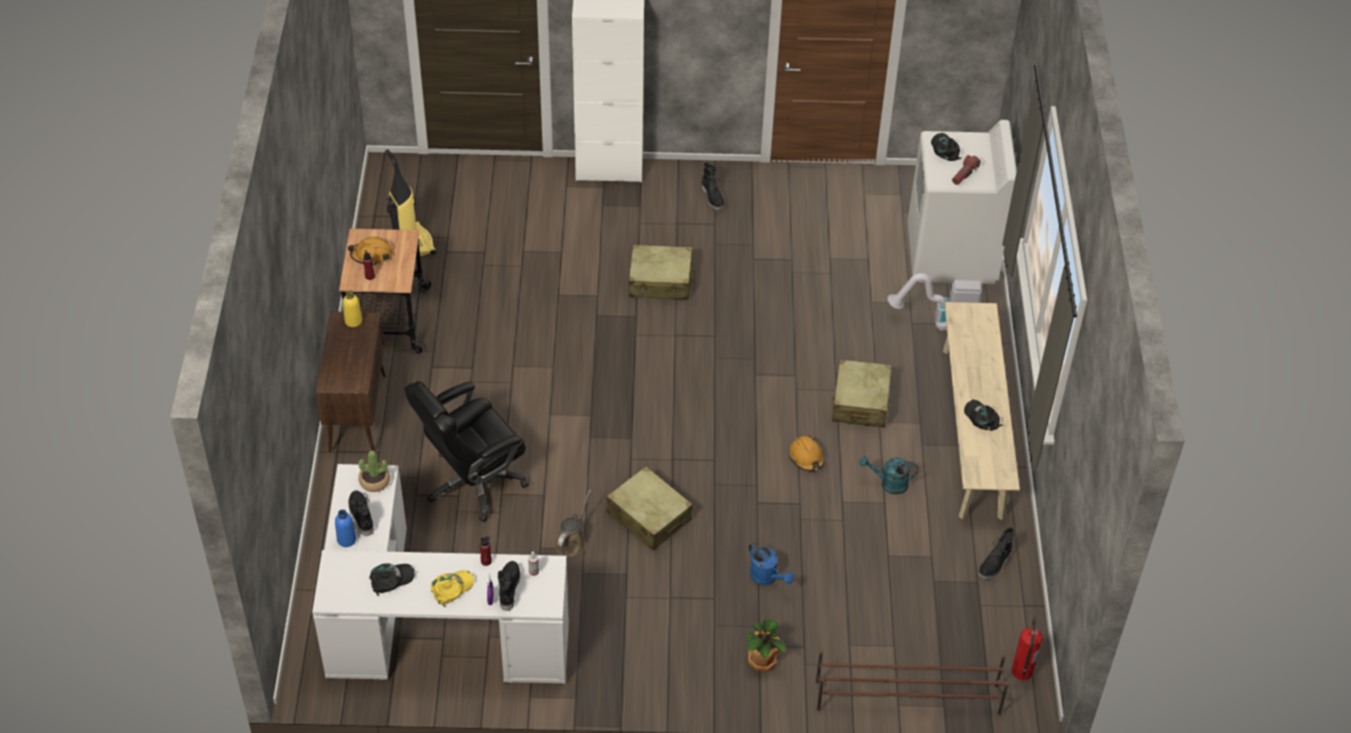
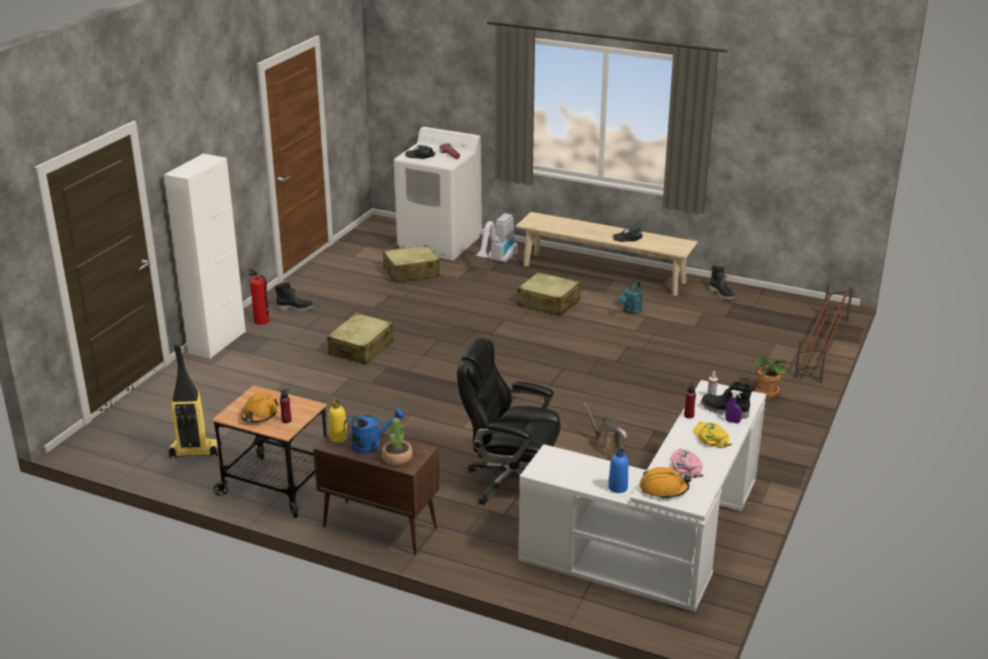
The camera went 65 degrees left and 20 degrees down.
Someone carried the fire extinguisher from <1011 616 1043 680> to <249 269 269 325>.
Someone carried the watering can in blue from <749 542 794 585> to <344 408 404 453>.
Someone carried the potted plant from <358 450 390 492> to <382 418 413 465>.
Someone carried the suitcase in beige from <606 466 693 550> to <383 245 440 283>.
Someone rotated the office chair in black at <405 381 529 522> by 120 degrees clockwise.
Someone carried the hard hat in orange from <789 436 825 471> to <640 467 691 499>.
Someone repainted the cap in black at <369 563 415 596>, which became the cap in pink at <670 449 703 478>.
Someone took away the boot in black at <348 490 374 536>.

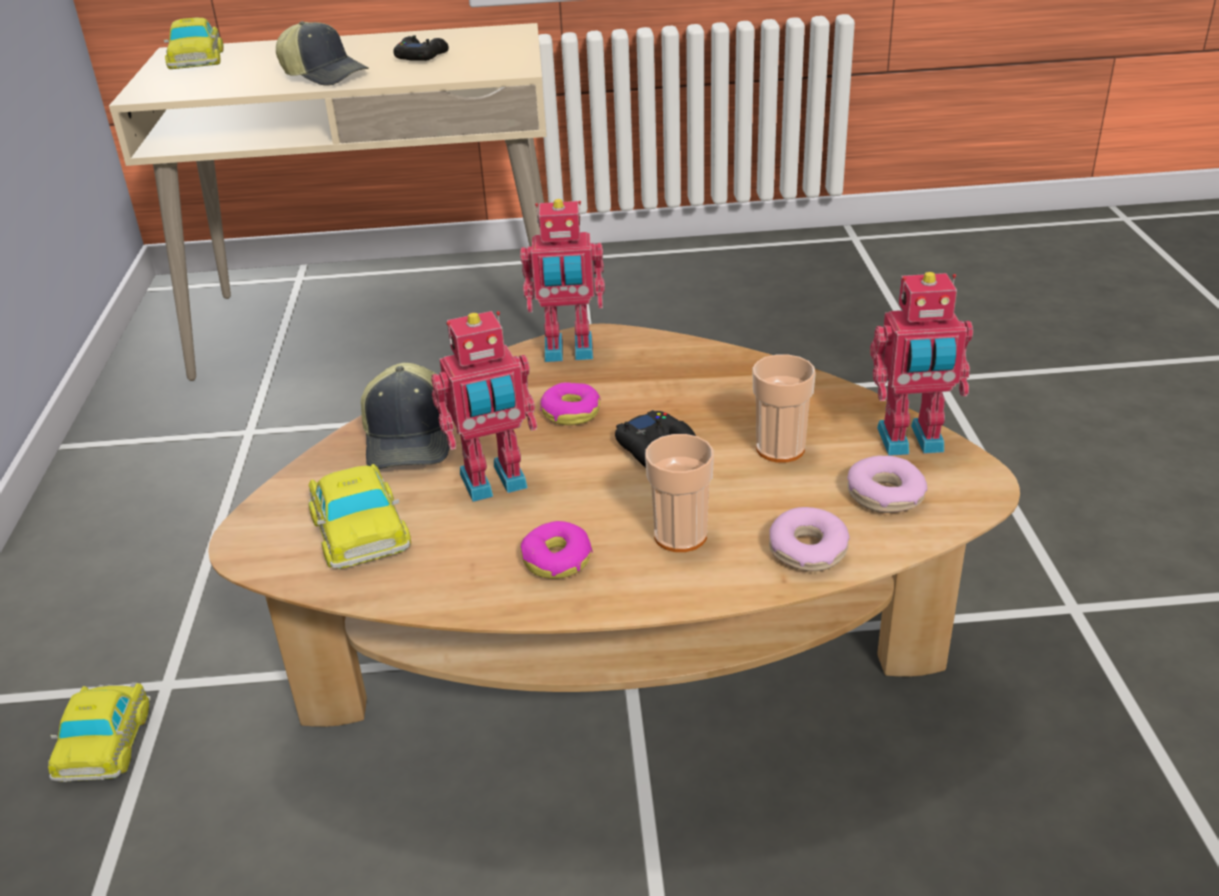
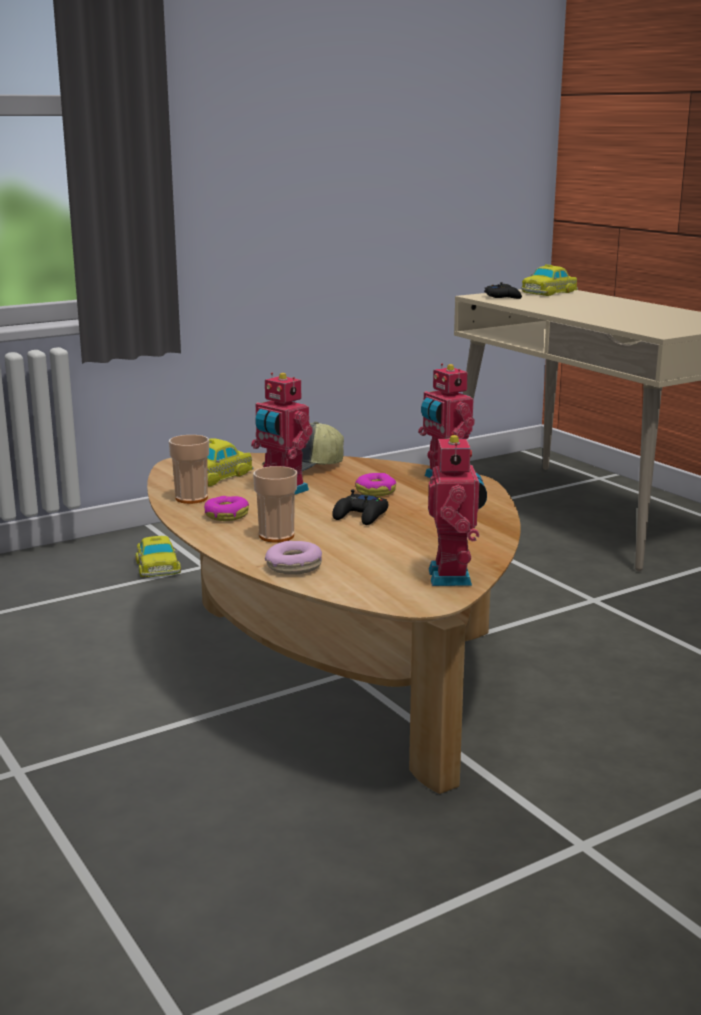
The camera went 60 degrees right and 15 degrees down.
Someone rotated the toy car at <48 683 151 782> by 75 degrees counterclockwise.
Someone carried the cup from <753 354 816 463> to <169 435 209 504>.
Someone rotated the toy robot at <870 272 973 456> by 150 degrees counterclockwise.
Someone carried the game controller in black from <393 35 449 61> to <484 282 522 299>.
Someone took away the cap at <276 21 369 86>.
Someone took away the donut at <847 455 927 513>.

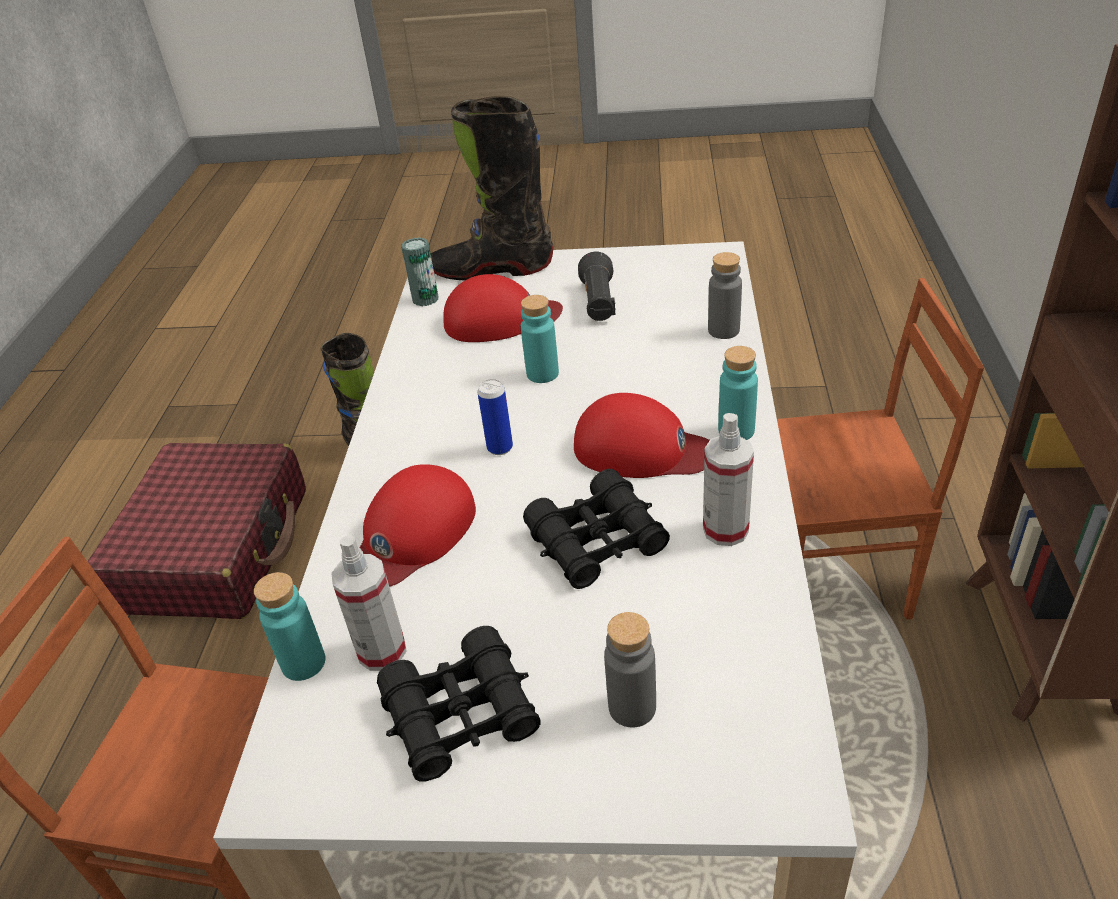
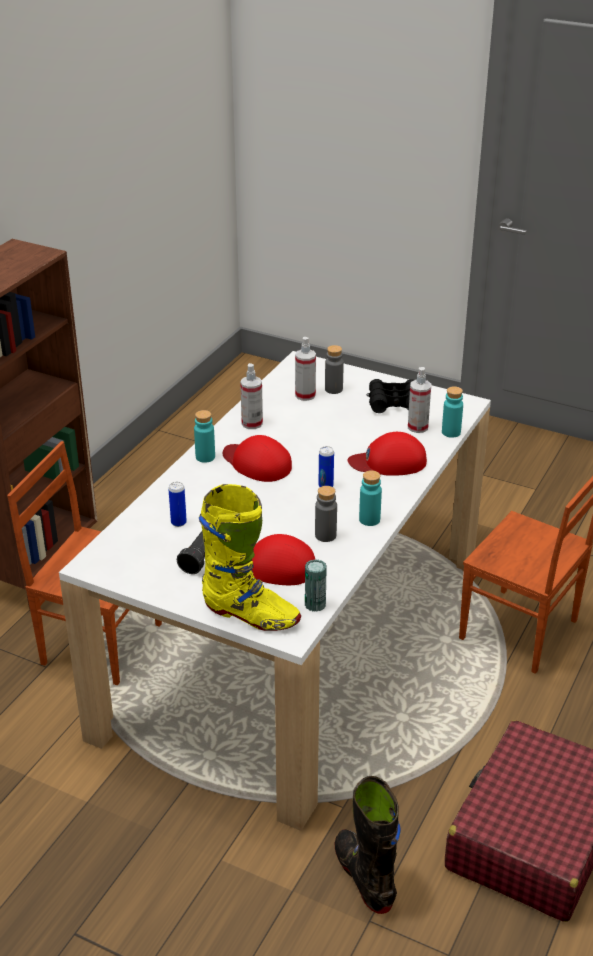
The camera went 160 degrees left and 5 degrees down.
Someone put down the can at <168 482 187 527>.
Someone repainted the boot in black at <431 96 554 280>, which became the boot in yellow at <199 484 301 631>.
Someone put down the spray bottle at <295 337 316 401>.
Someone carried the bottle in grey from <708 252 742 339> to <315 486 337 542>.
Someone rotated the cap in red at <360 464 476 587> by 150 degrees counterclockwise.
Someone carried the bottle in turquoise from <521 295 559 383> to <359 470 382 526>.
Someone took away the binoculars in black at <523 469 670 589>.

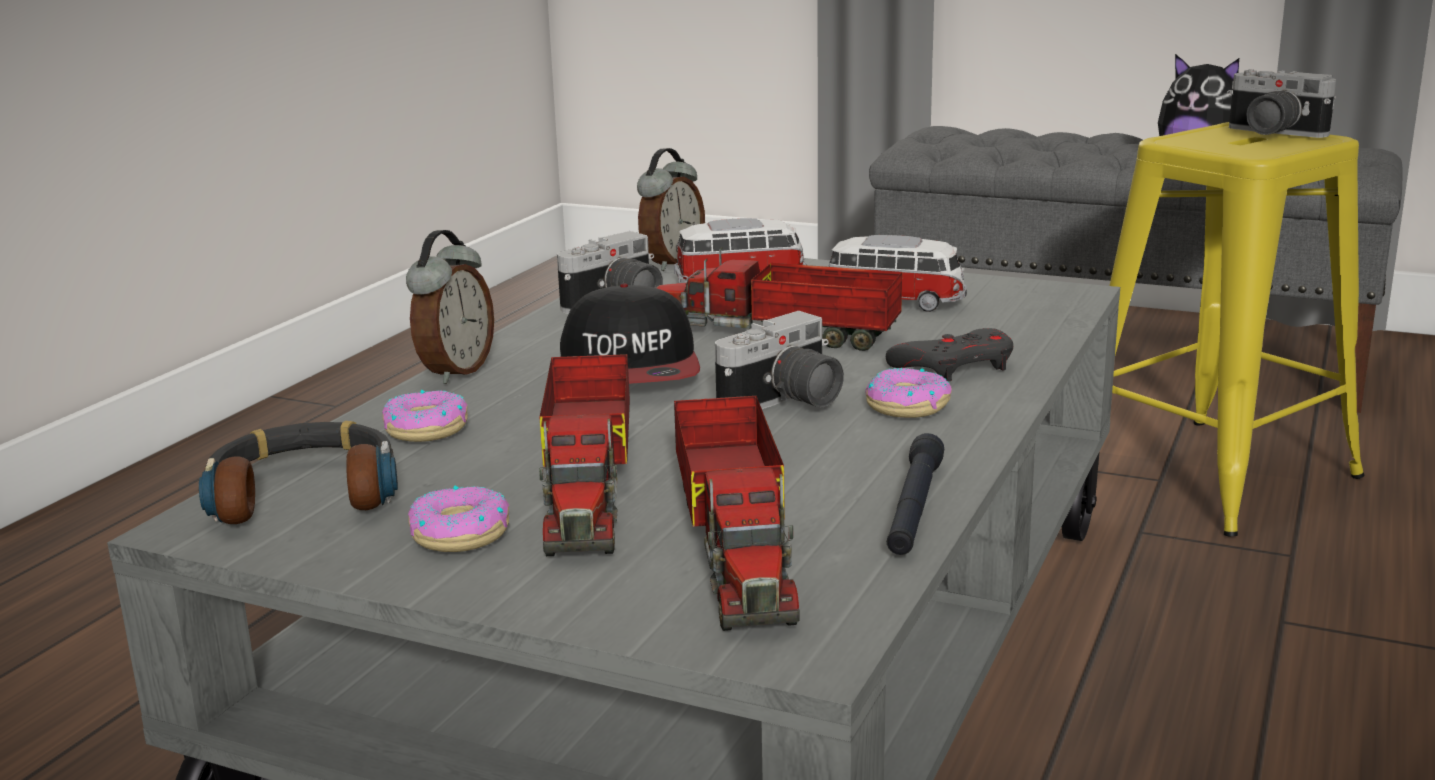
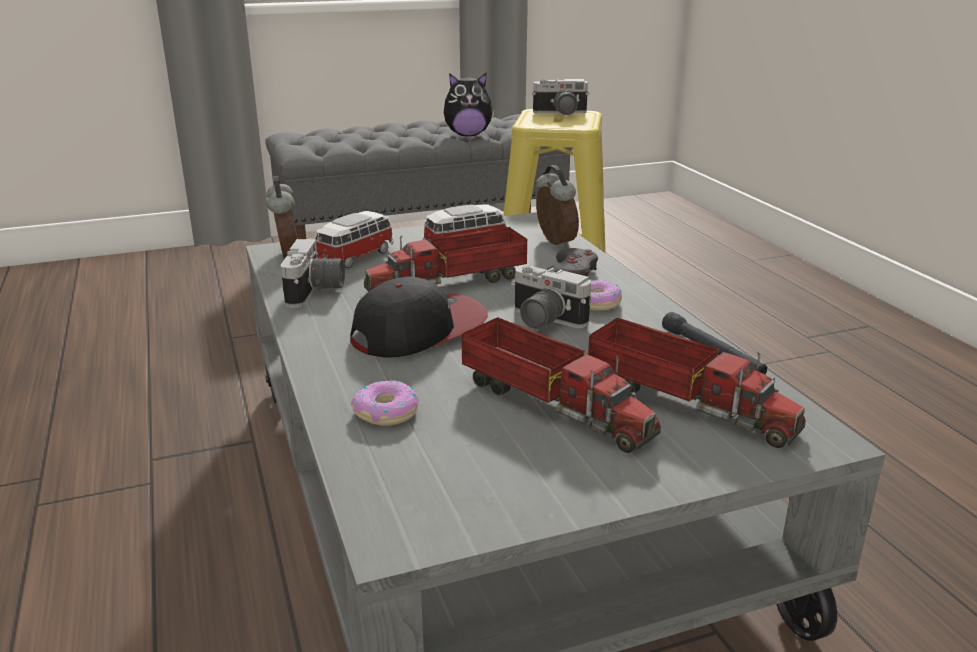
The camera went 45 degrees left and 5 degrees up.
Someone rotated the cap at <560 284 700 384> by 75 degrees counterclockwise.
Someone rotated the photo camera at <715 311 844 409> by 120 degrees clockwise.
Someone carried the alarm clock from <406 230 494 384> to <536 165 579 248>.
Someone took away the headphones at <199 421 398 524>.
Someone took away the donut at <408 486 509 552>.

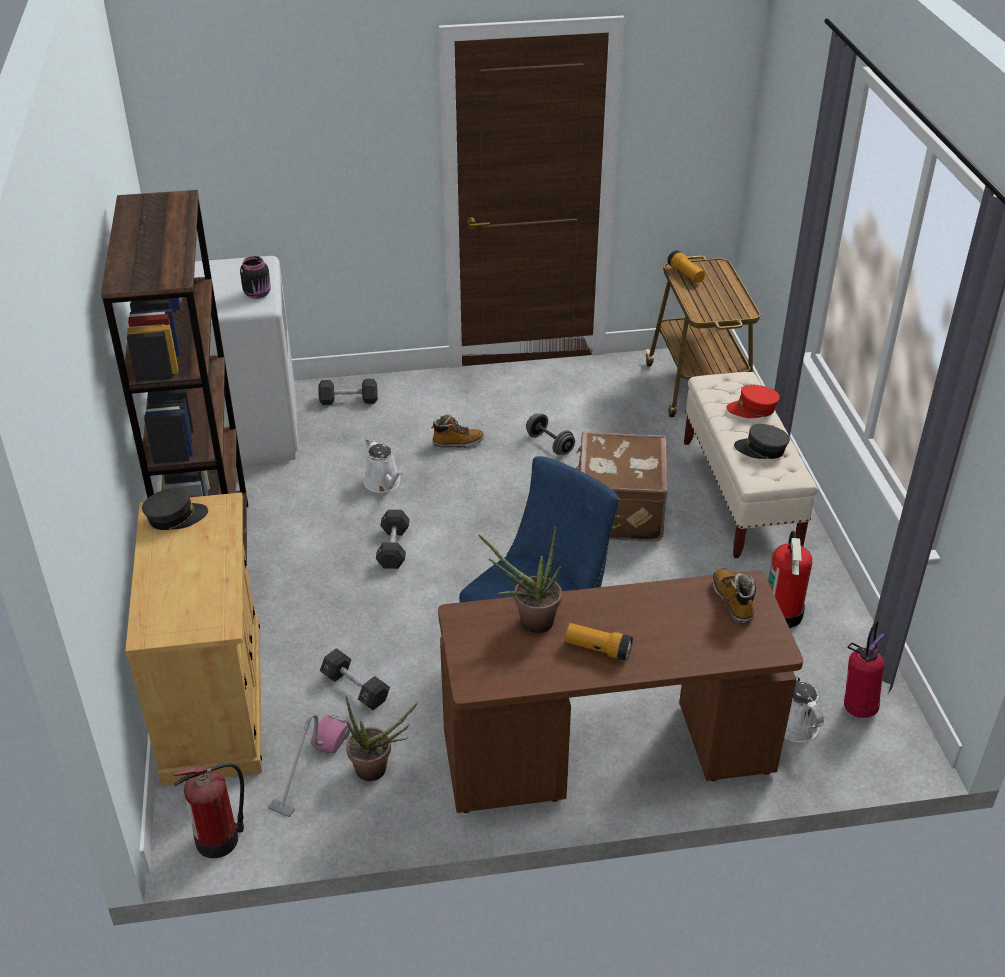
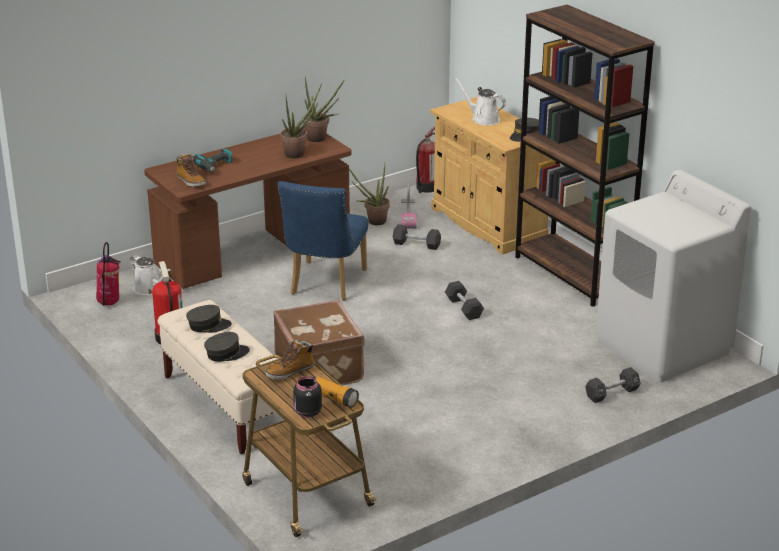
The camera went 155 degrees right and 10 degrees down.
Someone put down the power drill at <193 148 233 173>.
Someone repainted the cap in red at <726 385 780 418>, which became the cap in grey at <204 332 250 362>.
Someone carried the boot from <431 414 484 448> to <265 339 314 380>.
Someone carried the jar in black from <240 256 271 299> to <293 376 322 418>.
Someone put down the potted plant at <303 78 344 142>.
Someone carried the watering can in white from <364 438 403 493> to <454 78 506 125>.
Someone took away the dumbbell in grey at <526 414 575 455>.
Someone took away the flashlight at <565 623 633 661>.

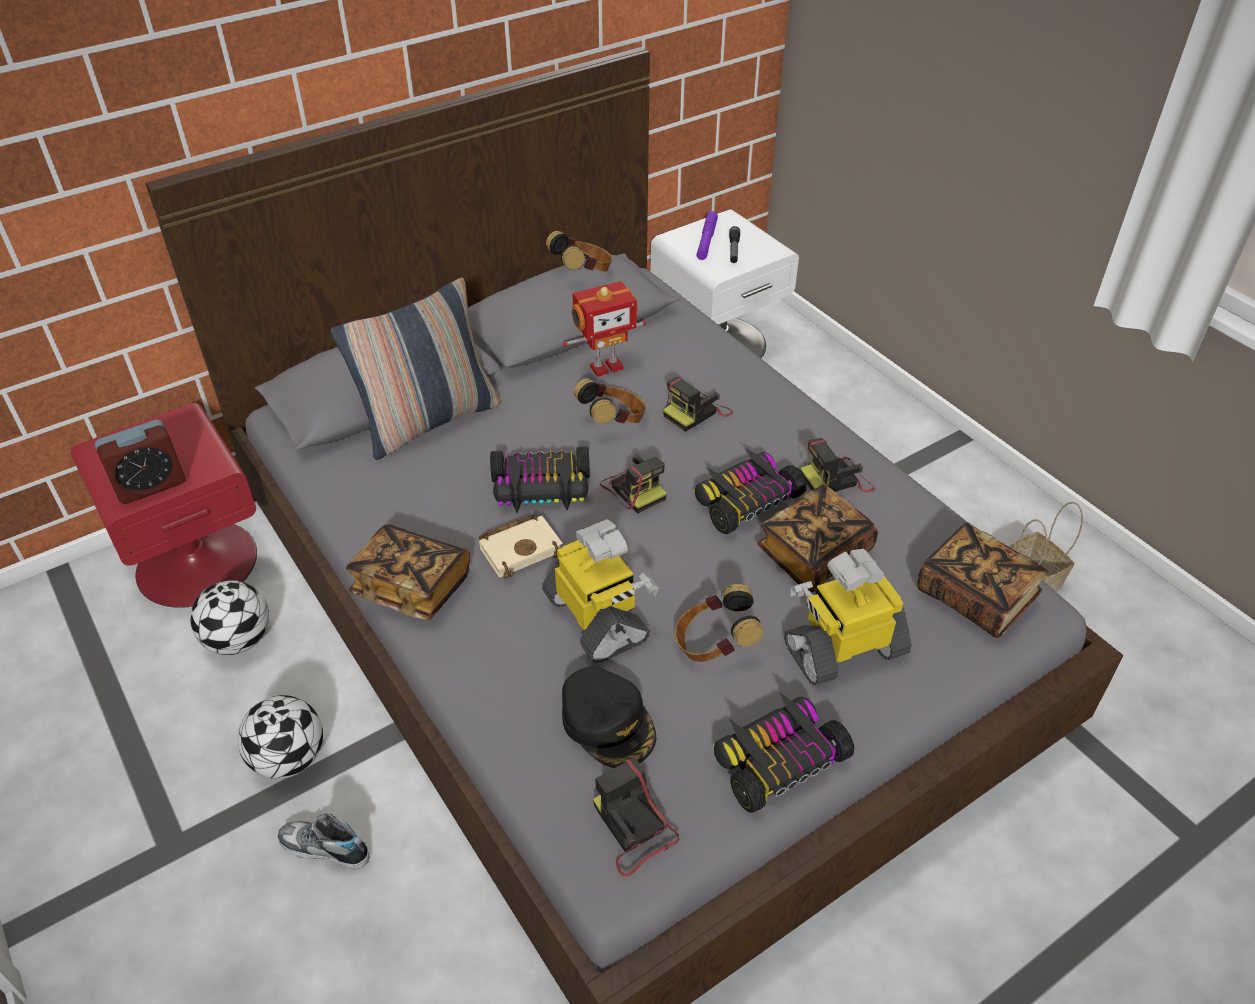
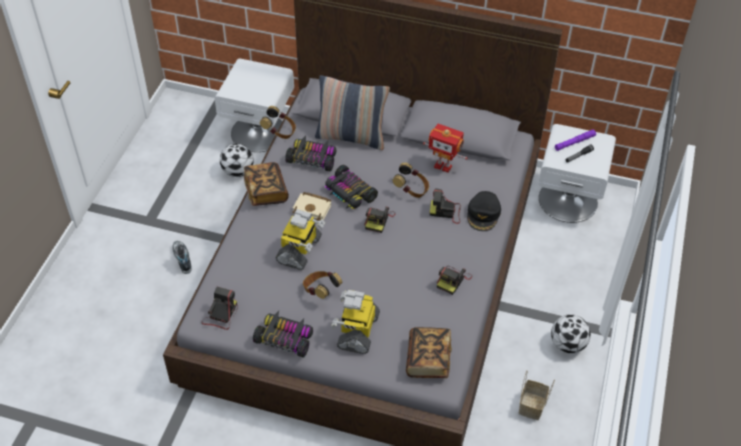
The camera went 50 degrees right and 5 degrees up.
Someone repainted the nightstand in red at <71 403 257 608>, which became the nightstand in white at <215 58 294 152>.
Someone carried the headphones from <546 231 612 272> to <260 106 296 139>.
Someone carried the toy car from <694 448 806 534> to <285 135 336 171>.
Someone rotated the toy robot at <784 549 912 685> by 105 degrees counterclockwise.
Someone rotated the photo camera at <800 438 875 492> by 90 degrees counterclockwise.
Someone carried the cap in black from <562 667 656 768> to <467 191 501 231>.
Someone carried the football from <238 695 323 779> to <551 314 591 353>.
Someone took away the alarm clock at <94 420 185 504>.
Someone took away the book at <757 484 878 592>.

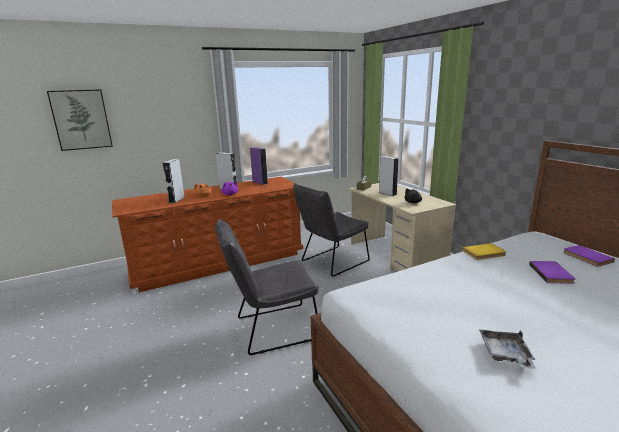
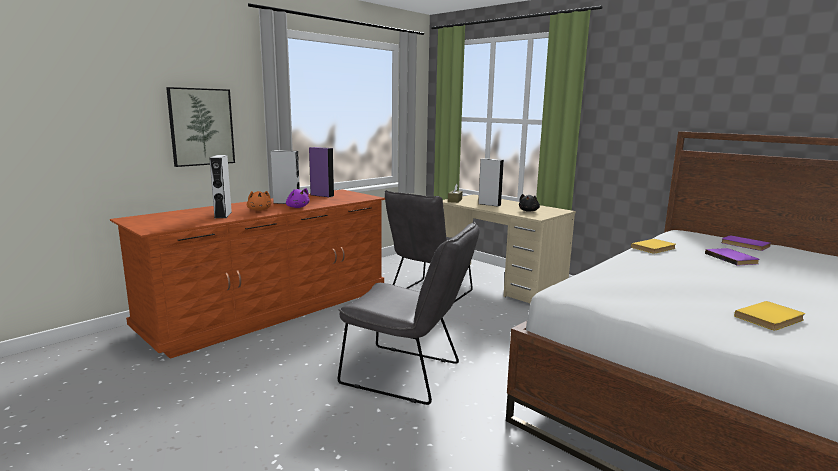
The camera went 20 degrees left and 5 degrees down.
Someone carried the picture from <47 89 113 151> to <166 87 235 167>.
Someone rotated the chair in grey at <215 219 319 355> by 120 degrees counterclockwise.
Someone swapped the tray in grey at <479 330 536 368> for the book in yellow at <734 301 805 330>.

